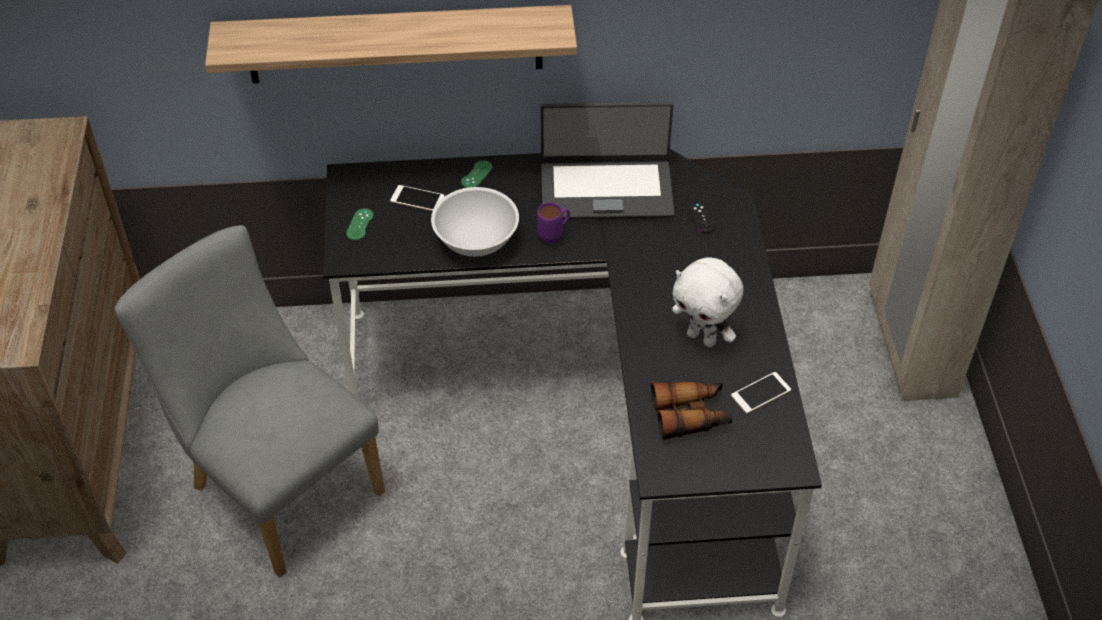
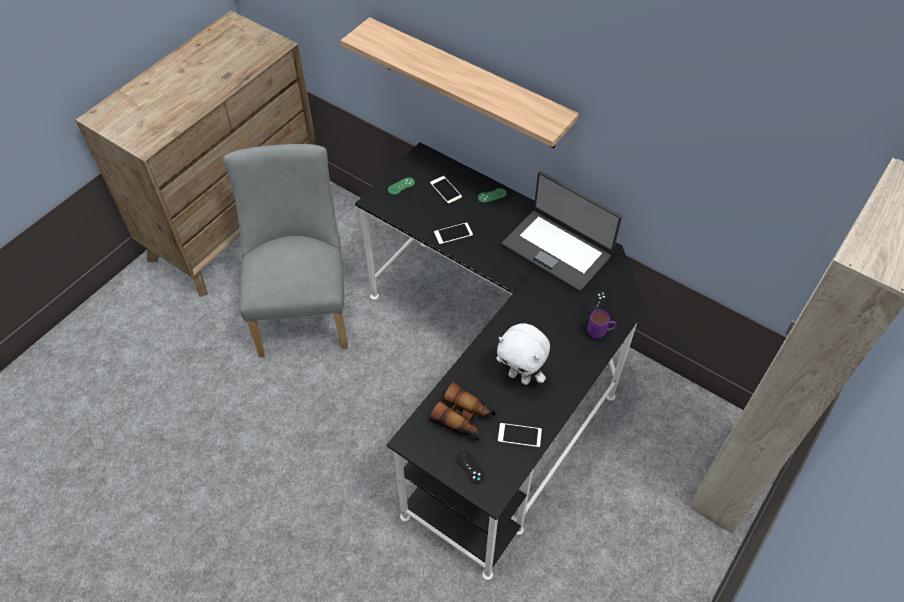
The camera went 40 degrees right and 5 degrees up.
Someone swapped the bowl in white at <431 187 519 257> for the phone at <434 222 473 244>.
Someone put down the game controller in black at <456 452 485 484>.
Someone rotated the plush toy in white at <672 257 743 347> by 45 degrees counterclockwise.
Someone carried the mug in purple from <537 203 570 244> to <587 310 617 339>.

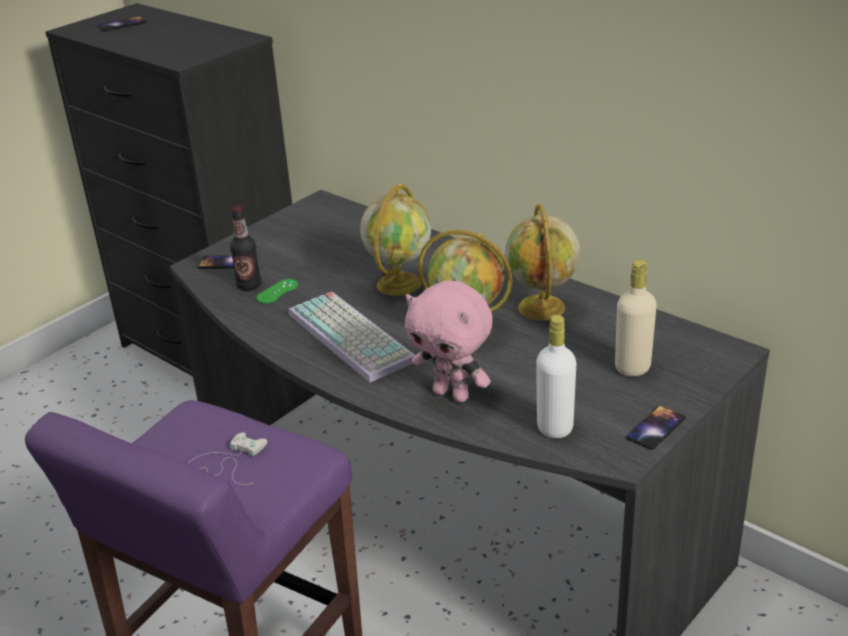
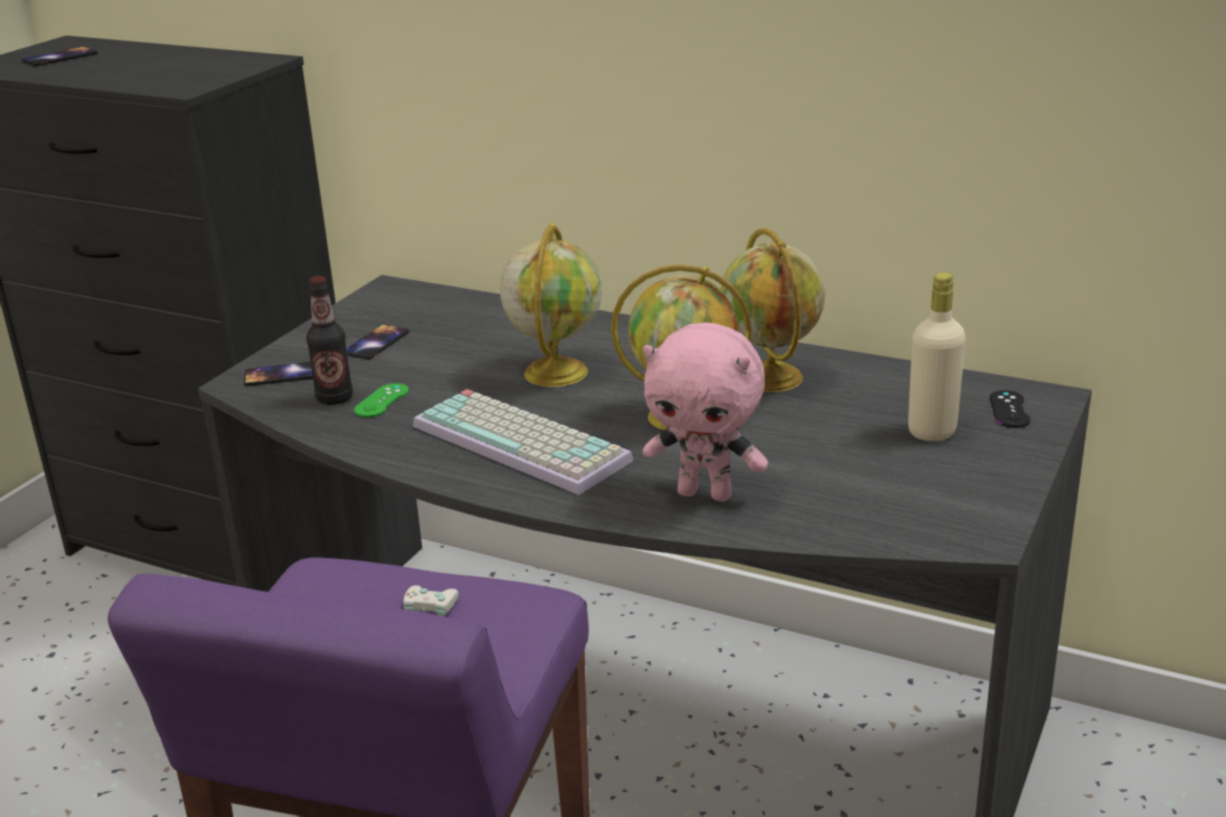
The camera went 15 degrees left and 5 degrees down.
Someone carried the phone from <626 406 686 450> to <346 325 409 359>.
Someone put down the game controller in black at <990 390 1030 428>.
Someone took away the bottle in white at <536 315 576 439>.

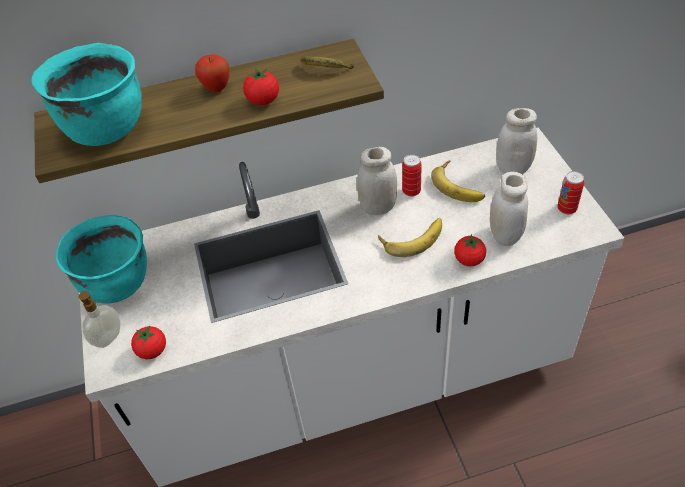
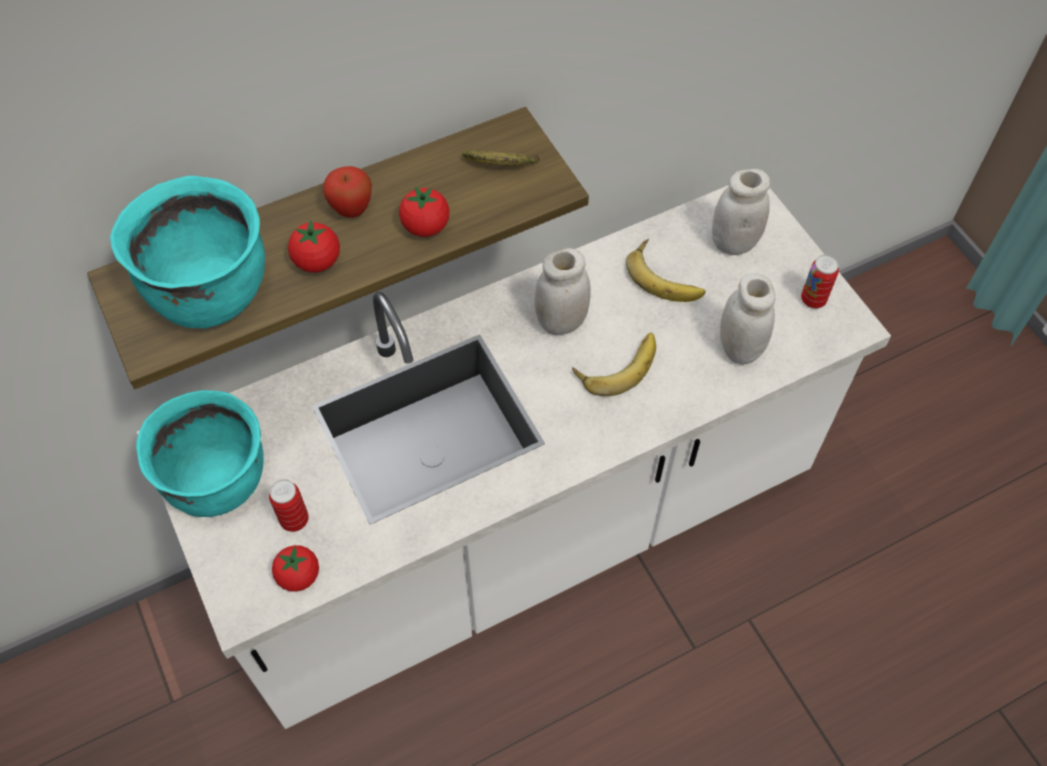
The camera went 15 degrees left and 10 degrees up.
Someone carried the can from <402 154 422 196> to <269 479 309 532>.
Someone carried the tomato from <454 234 486 266> to <288 220 340 272>.
Someone took away the soap dispenser at <79 291 120 348>.

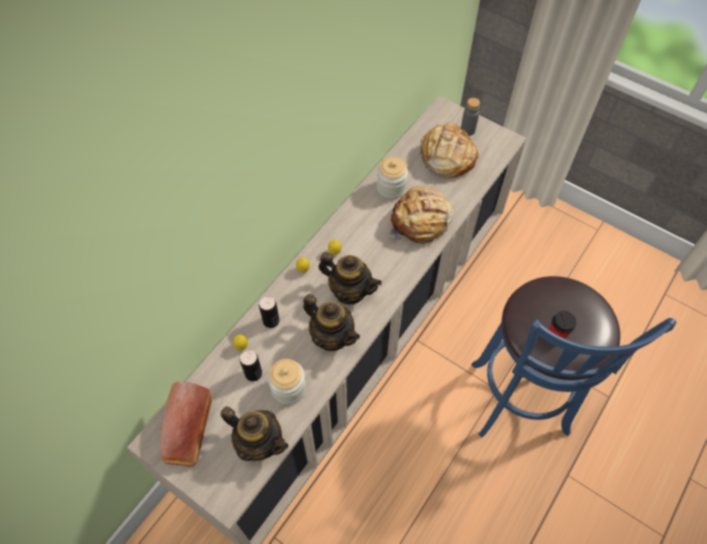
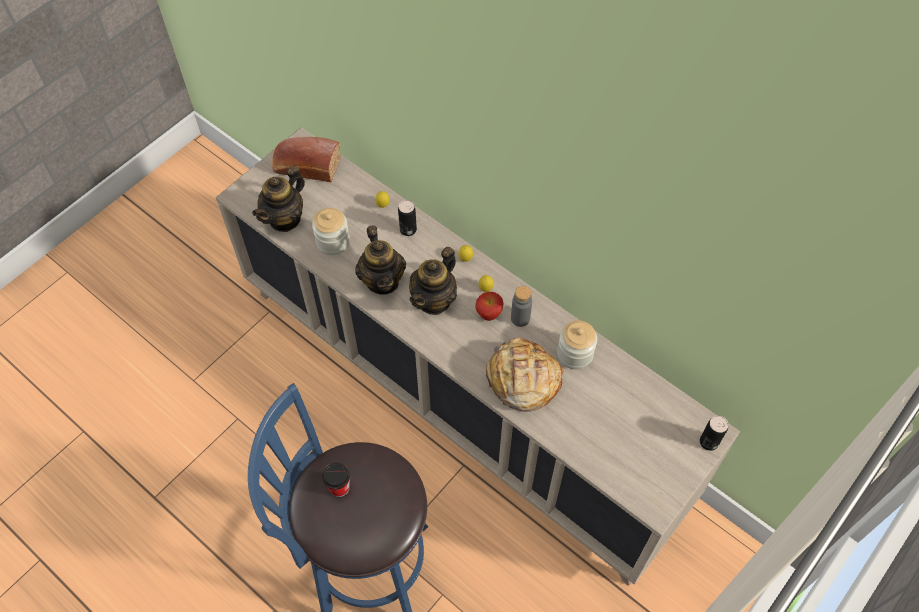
The camera went 95 degrees right and 0 degrees up.
Someone rotated the teapot at <303 294 360 351> by 60 degrees counterclockwise.
Someone put down the apple at <475 292 503 321>.
Someone carried the bottle in grey from <461 98 480 136> to <511 286 532 327>.
Someone carried the can from <240 350 262 381> to <700 415 728 451>.
Someone took away the bread at <418 123 479 178>.

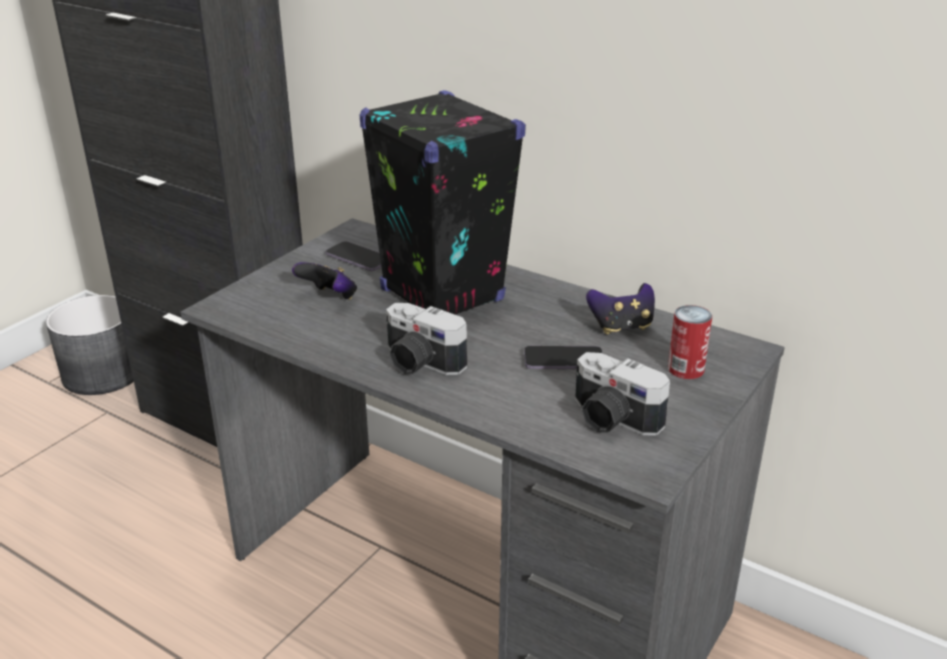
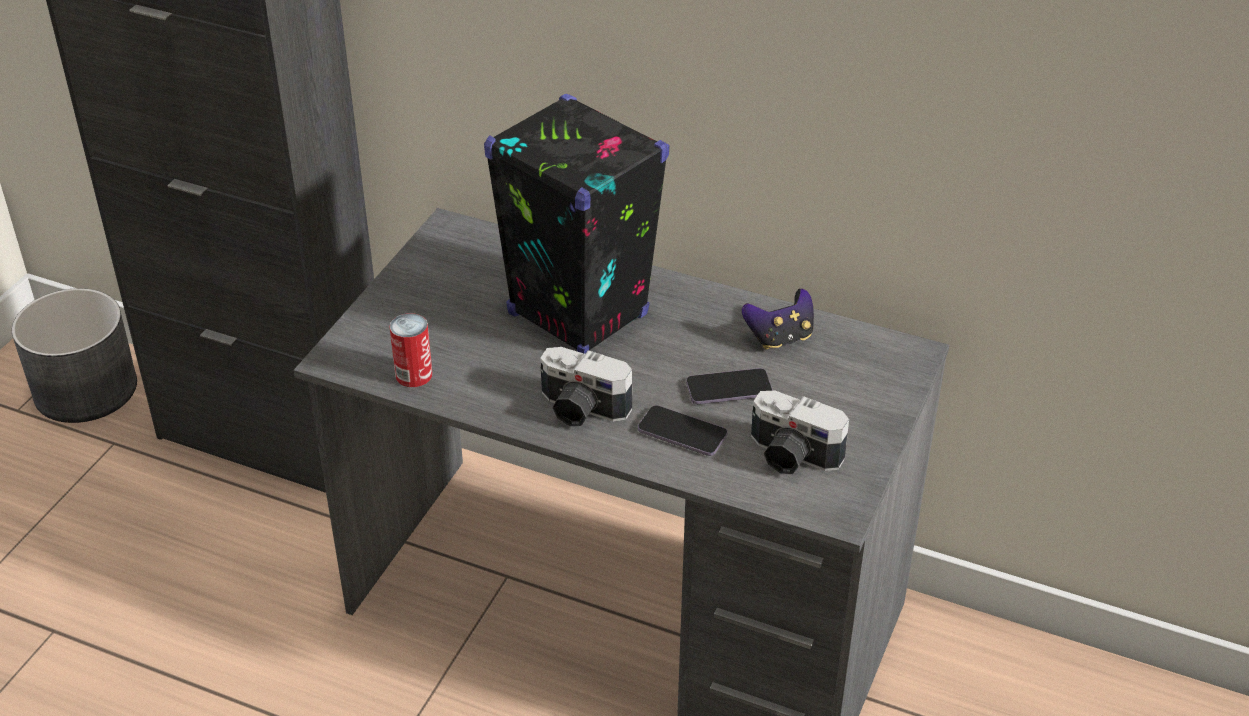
The camera went 10 degrees left and 10 degrees up.
Someone carried the can from <668 305 712 379> to <390 313 432 387>.
Someone carried the phone from <325 241 381 271> to <638 405 727 456>.
Someone took away the game controller at <292 262 357 300>.

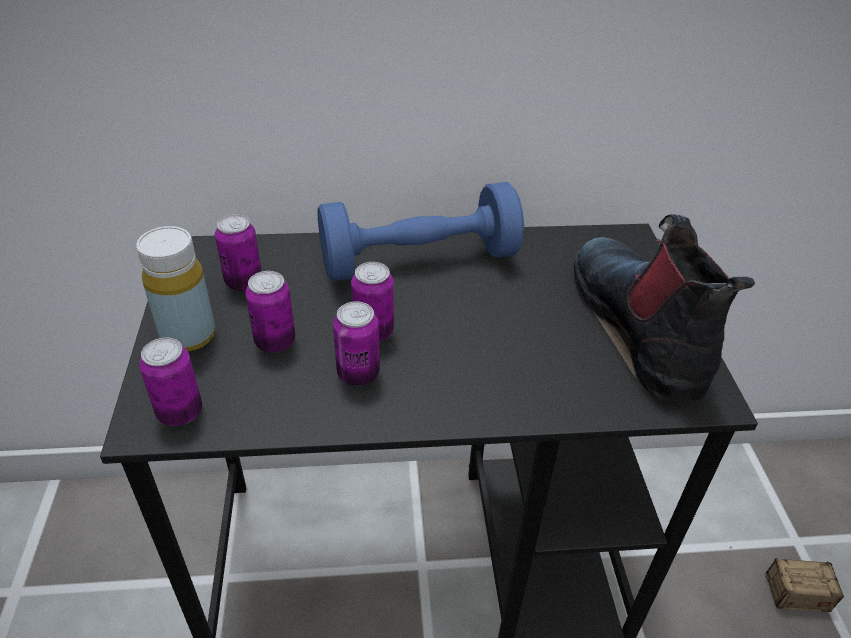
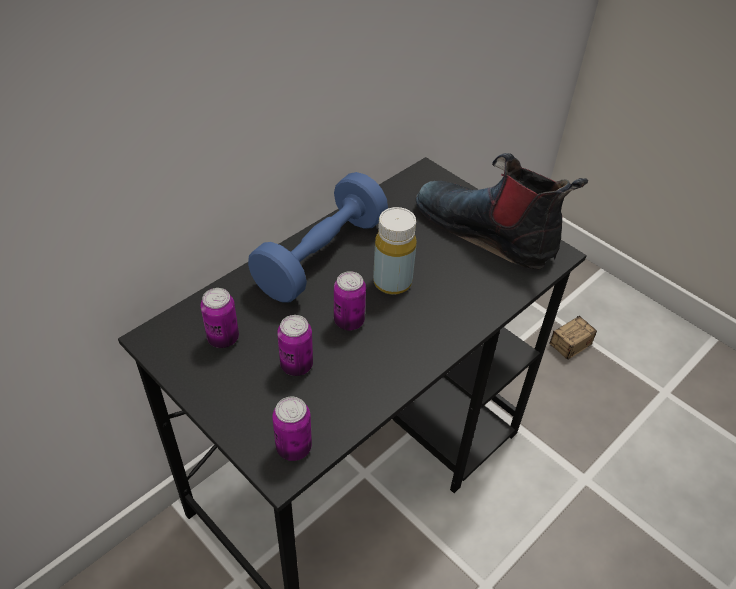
The camera went 40 degrees left and 5 degrees up.
Someone carried the bottle in yellow from <136 226 216 352> to <373 207 417 295>.
Someone took away the can at <333 301 380 386>.

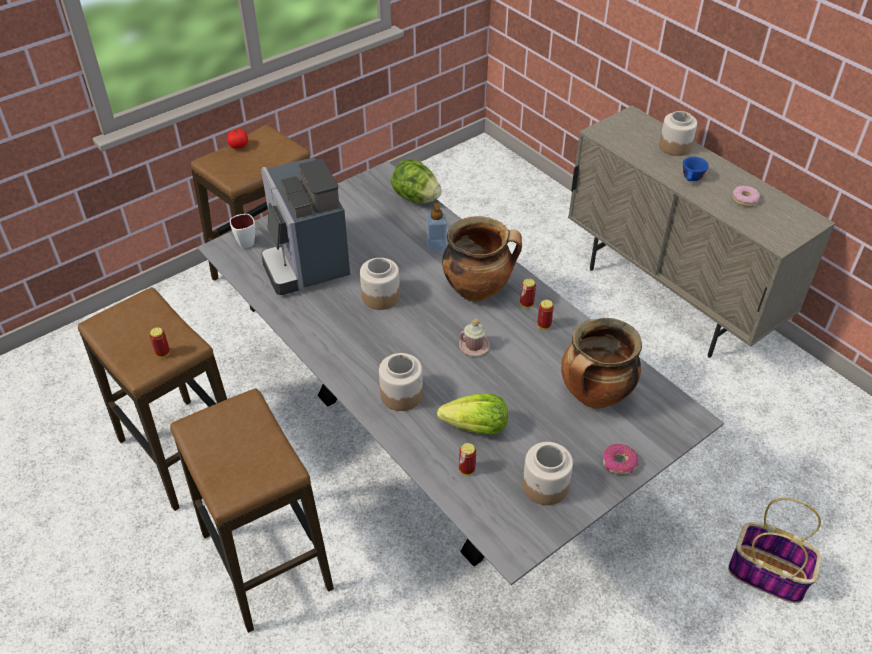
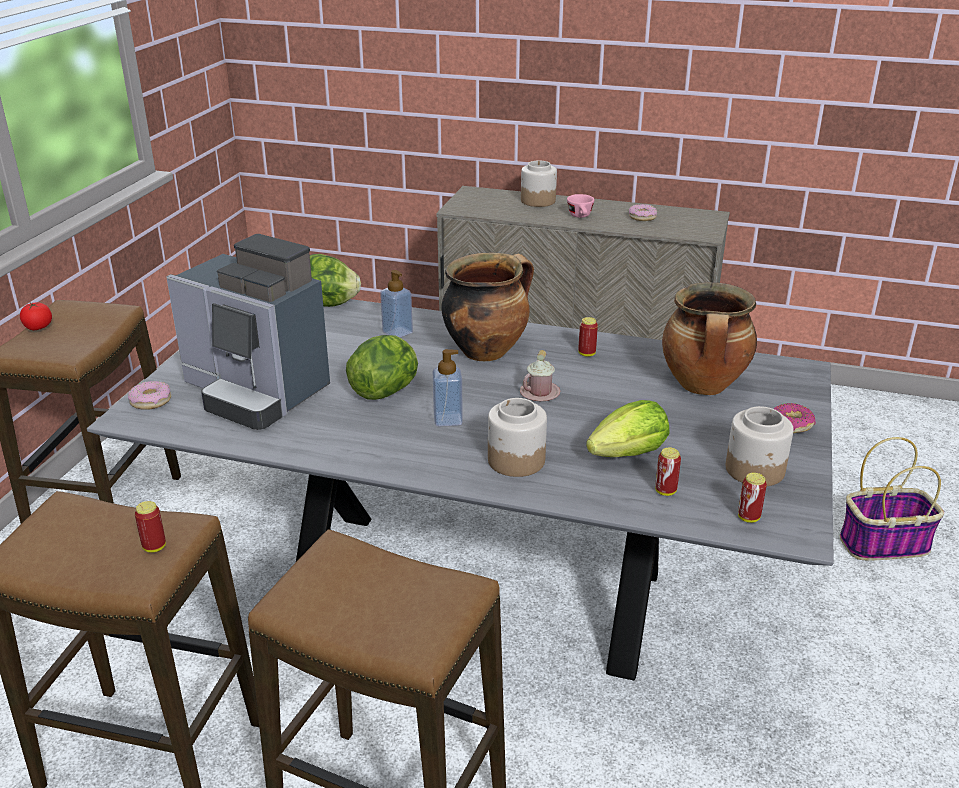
The camera went 35 degrees left and 15 degrees down.
Someone swapped the mug in white at <230 214 255 248> for the donut at <128 381 171 410>.
Someone swapped the jar at <360 258 400 310> for the lettuce at <346 335 418 400>.
Someone put down the soap dispenser at <433 349 463 426>.
Someone repainted the cup in blue at <683 157 709 181>, which became the cup in pink at <567 194 594 218>.
Someone carried the can from <520 278 536 308> to <738 473 767 523>.

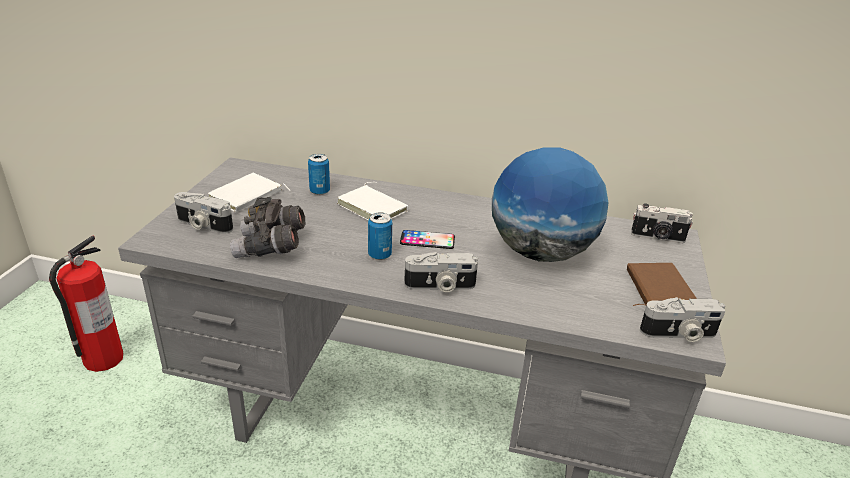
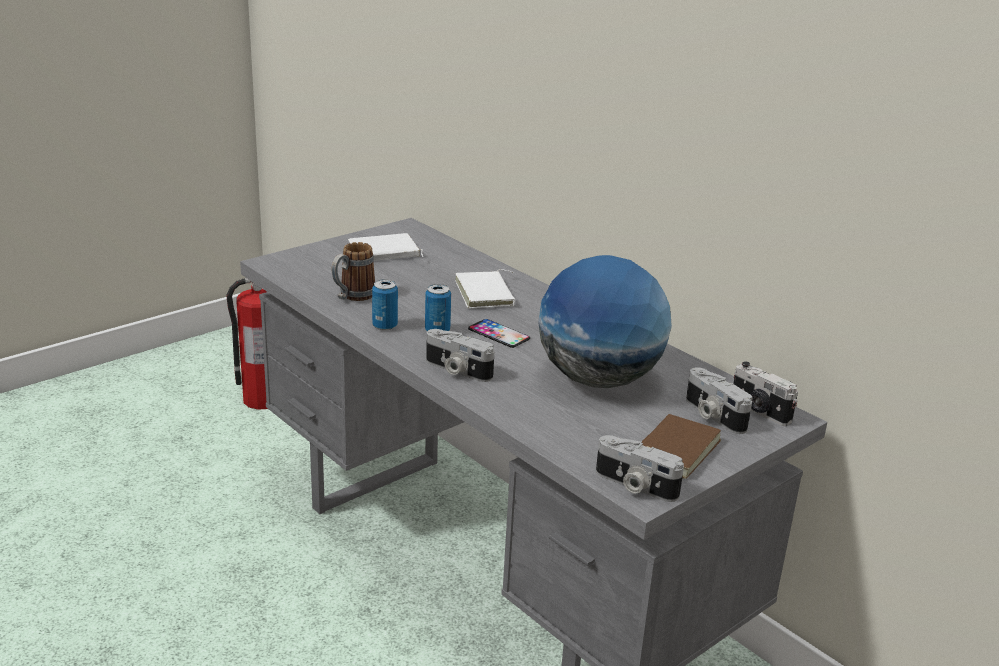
The camera went 35 degrees right and 5 degrees down.
Someone swapped the binoculars in grey at <230 197 306 258> for the mug at <332 242 375 301>.
Someone carried the can from <308 154 330 195> to <372 279 398 331>.
Someone carried the photo camera from <174 192 233 234> to <686 367 753 434>.

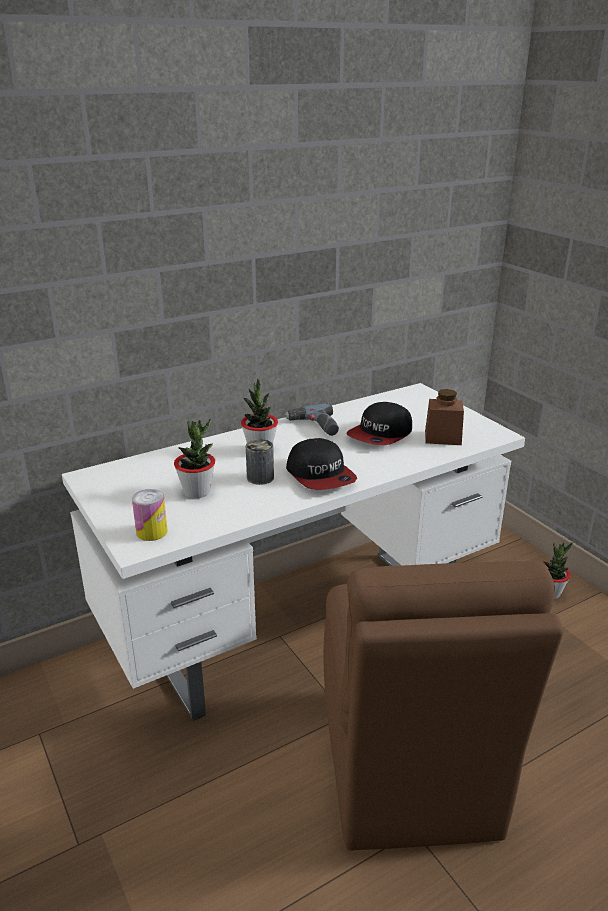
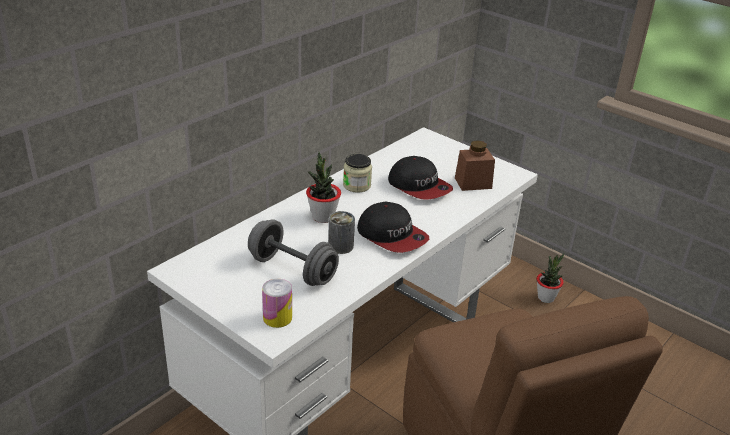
The camera went 20 degrees left and 5 degrees up.
Someone swapped the potted plant at <174 419 215 498> for the dumbbell in grey at <248 219 339 286>.
Someone swapped the power drill at <285 403 339 436> for the jar at <343 154 372 193>.
Someone rotated the cap at <347 402 412 445> by 60 degrees counterclockwise.

